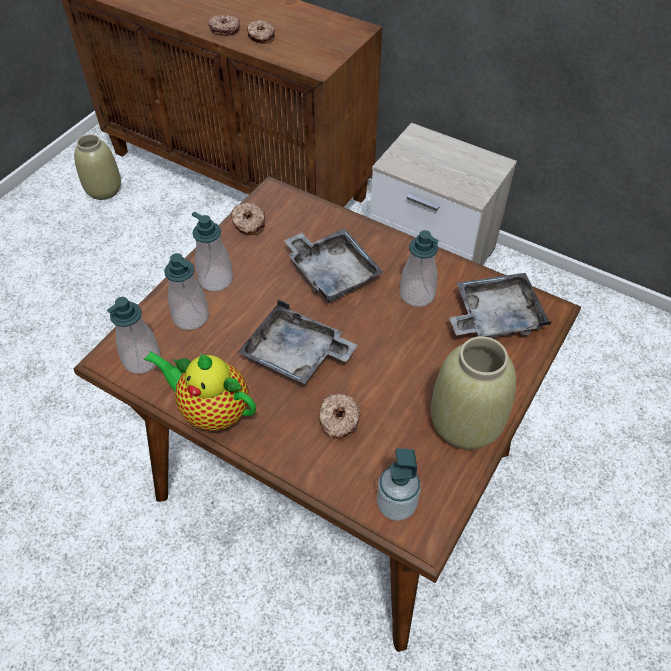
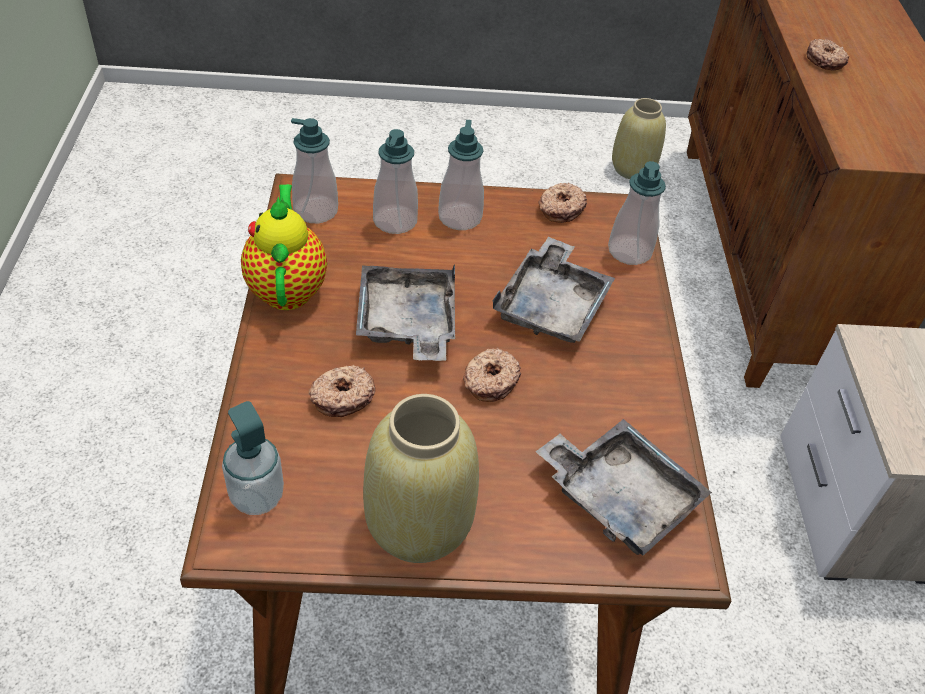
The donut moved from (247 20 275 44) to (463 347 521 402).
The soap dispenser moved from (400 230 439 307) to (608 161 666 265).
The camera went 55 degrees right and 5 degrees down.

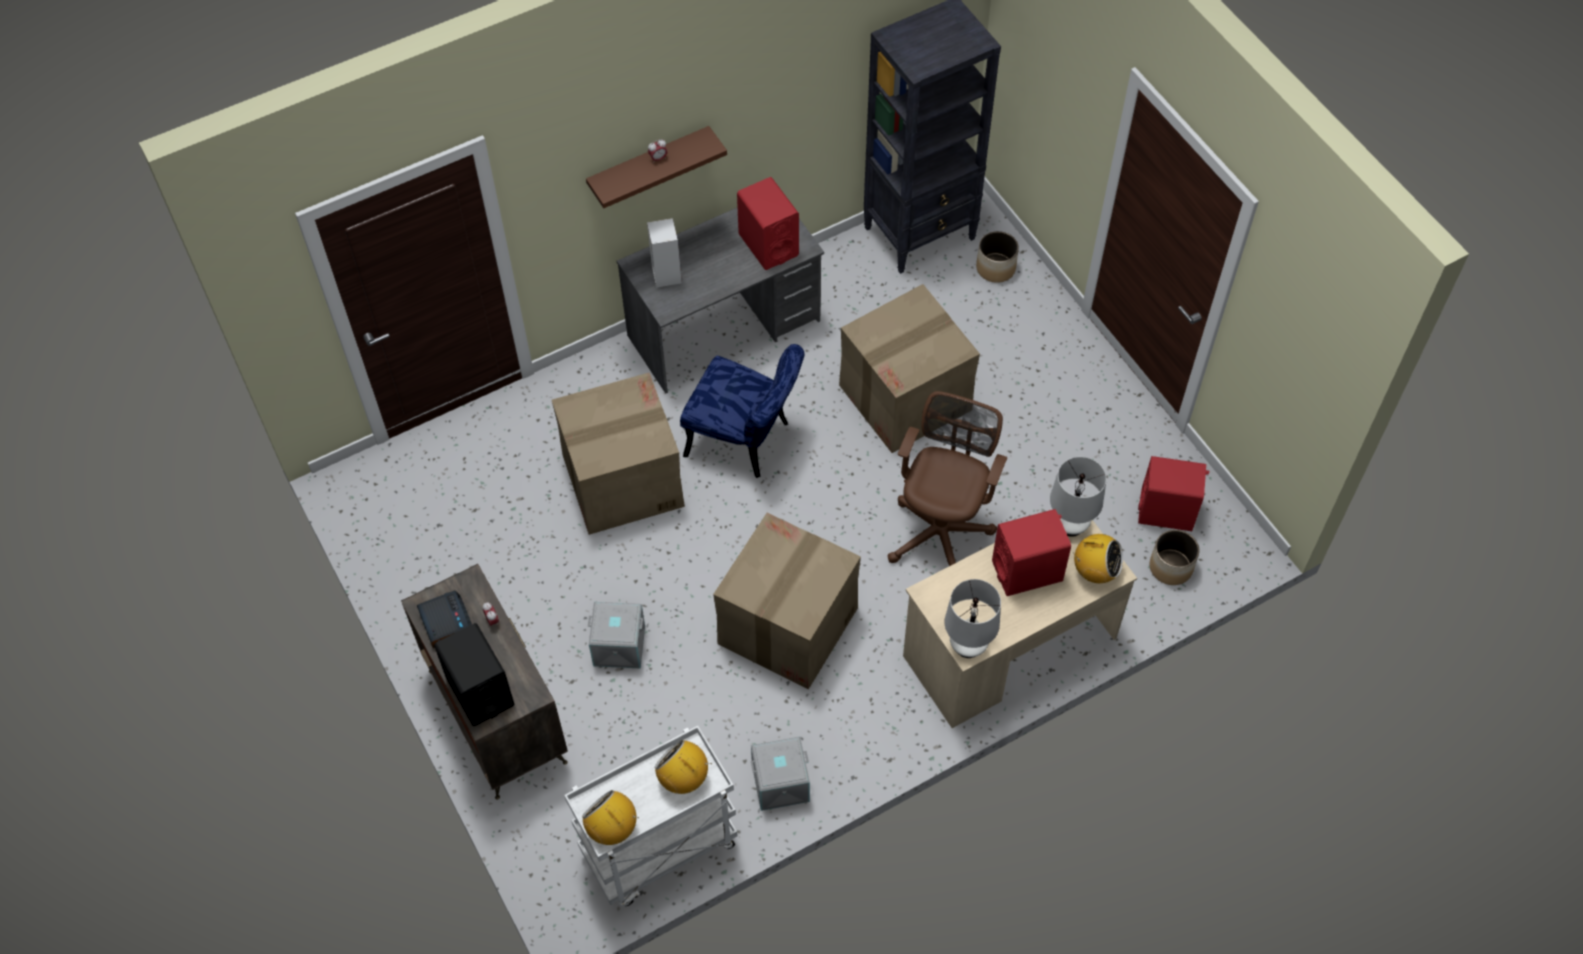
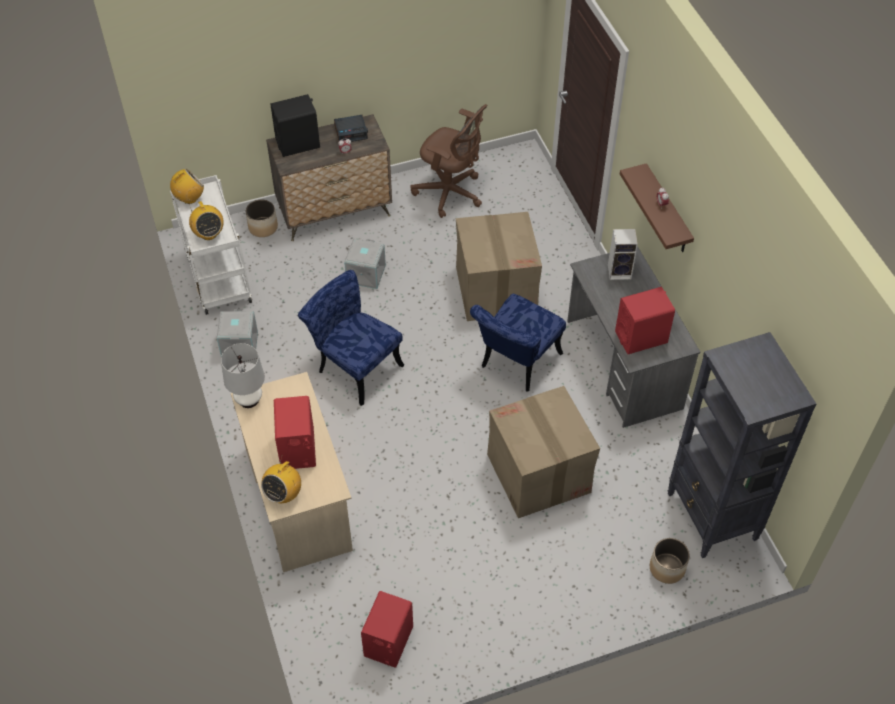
The radio at (655 740 712 794) turned 105 degrees clockwise.
The planter moved from (1150 530 1199 585) to (246 199 278 237).
The cardboard box at (713 513 861 690) was replaced by the blue chair at (298 270 404 406).
The brown office chair moved from (887 391 1007 566) to (411 104 487 218).
The white table lamp at (1050 457 1106 537) disappeared.
The camera went 100 degrees right and 5 degrees down.

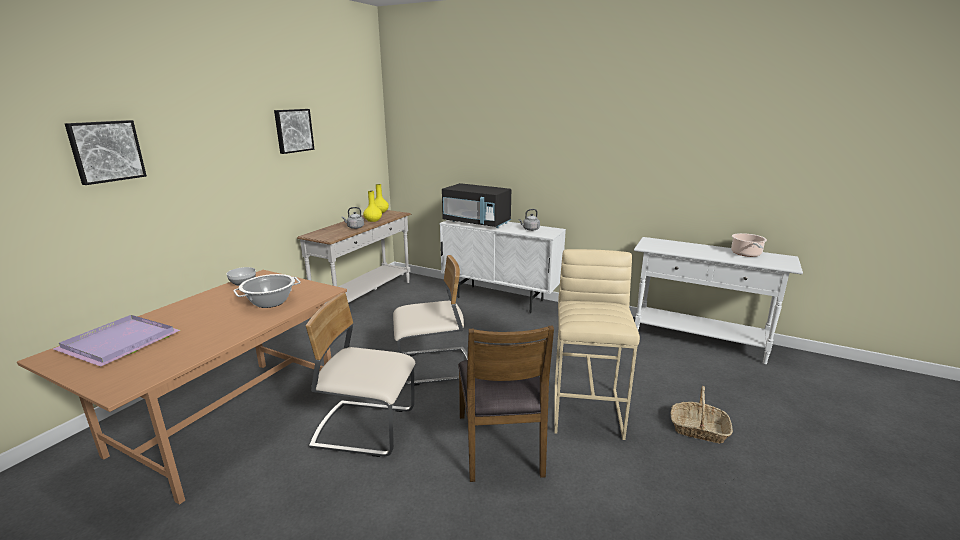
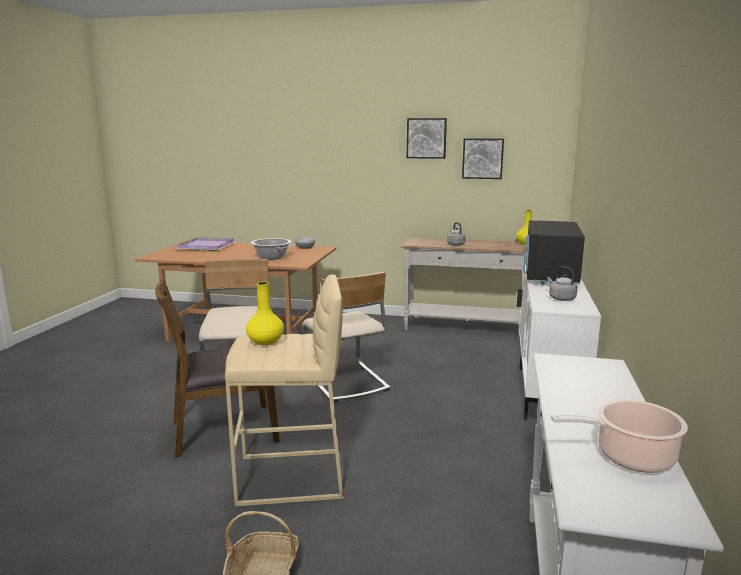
The yellow vase moved from (363 191 382 222) to (246 282 284 345).
The picture moved from (65 120 147 185) to (462 138 504 179).
The camera went 75 degrees right and 5 degrees down.

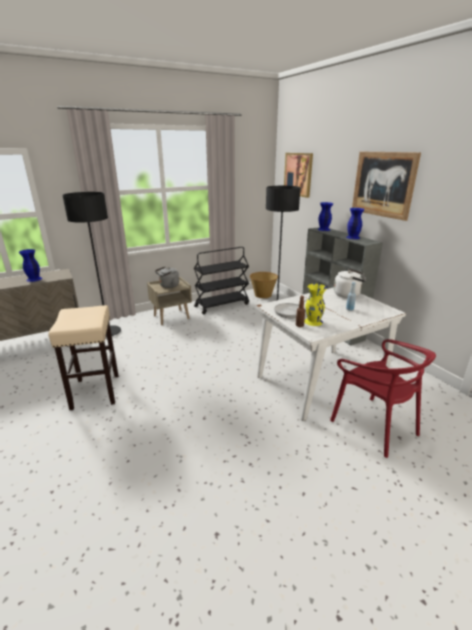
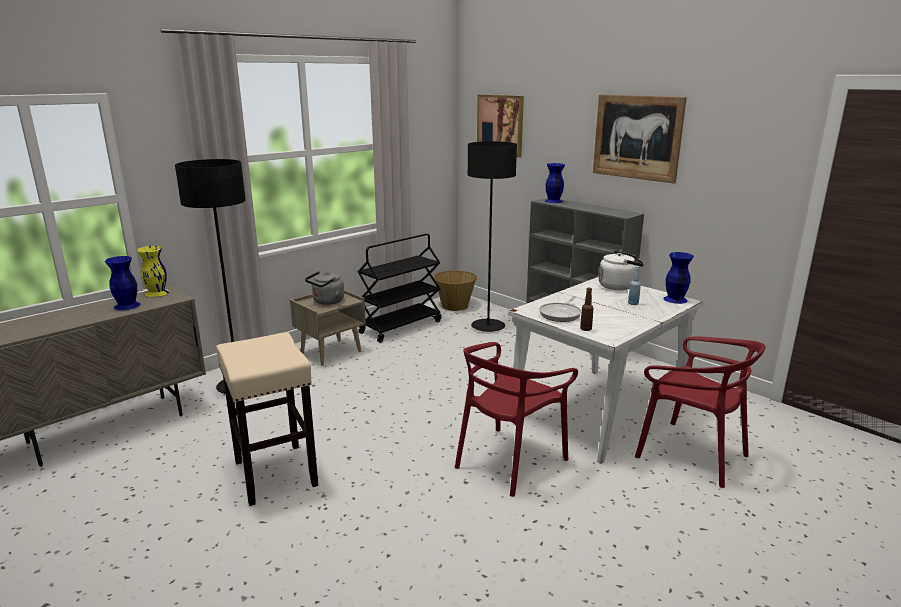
The yellow vase moved from (304 284 327 326) to (137 246 170 297).
The red chair at (455 342 578 497) appeared.
The blue vase moved from (346 208 365 239) to (663 252 694 304).
The camera went 15 degrees left and 5 degrees down.

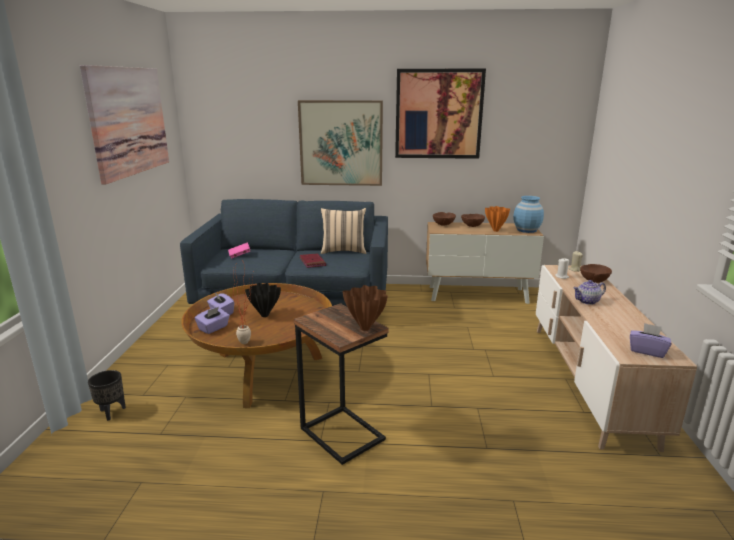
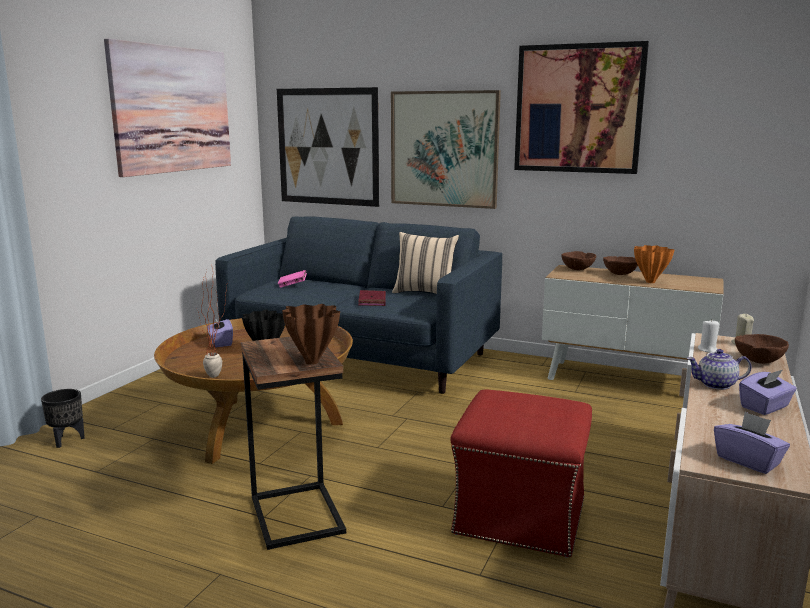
The picture at (277 87 379 207) appeared.
The red ottoman at (450 389 592 558) appeared.
The purple tissue box moved from (195 307 230 334) to (739 370 797 415).
The blue vase at (513 196 544 233) disappeared.
The camera went 20 degrees right and 5 degrees down.

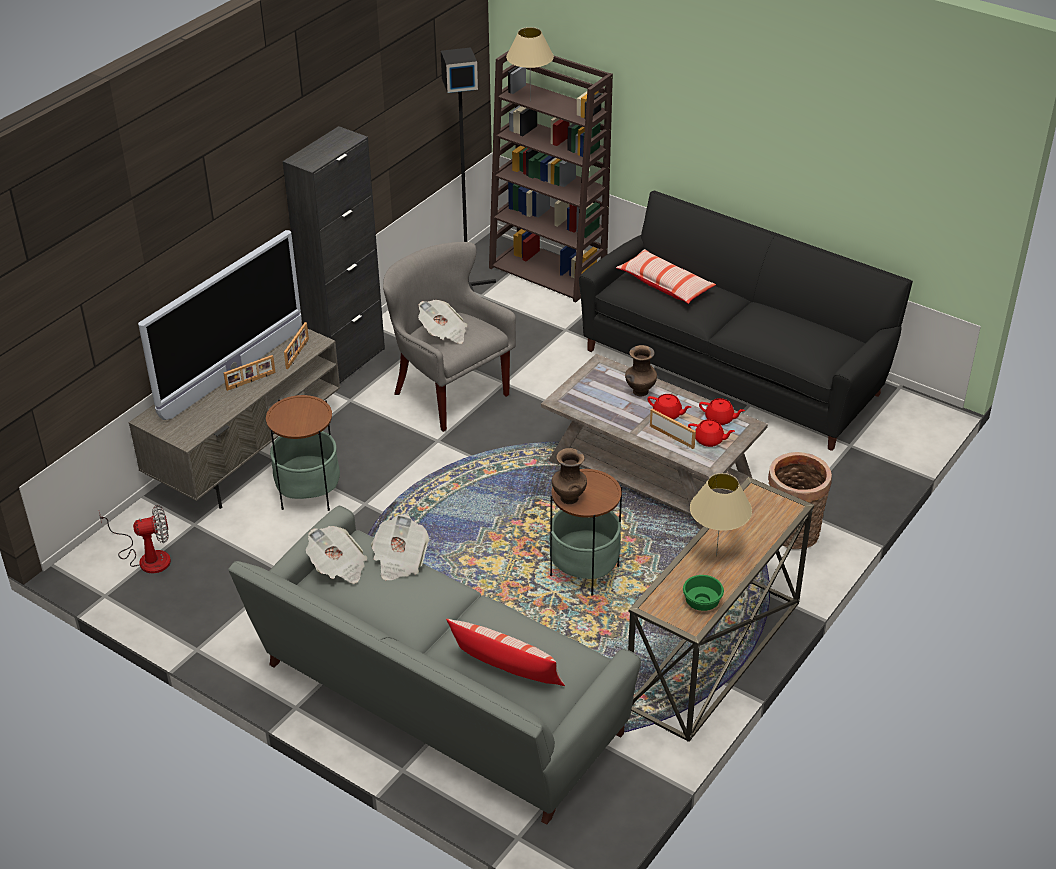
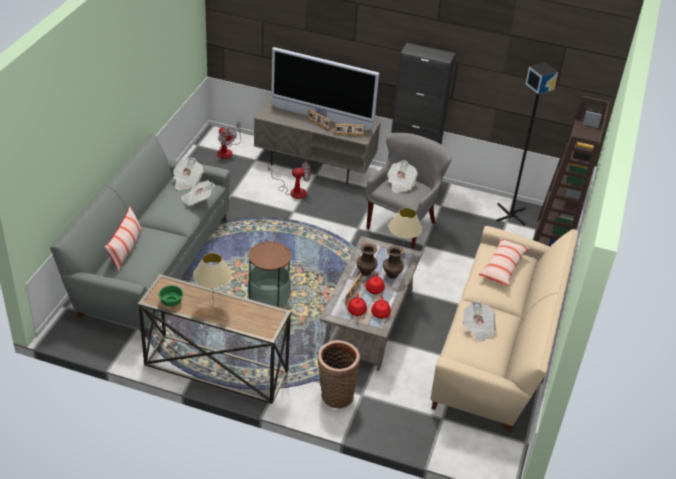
The side table at (266 395 340 511) was replaced by the fan at (268 162 311 199).
The brown vase moved from (552 448 587 504) to (357 243 378 276).
The beige table lamp moved from (506 27 554 102) to (389 208 422 249).
The black sofa at (579 191 913 451) became the beige sofa at (431 226 579 432).
The newspaper at (463 301 496 343) appeared.
The camera went 70 degrees right and 0 degrees up.

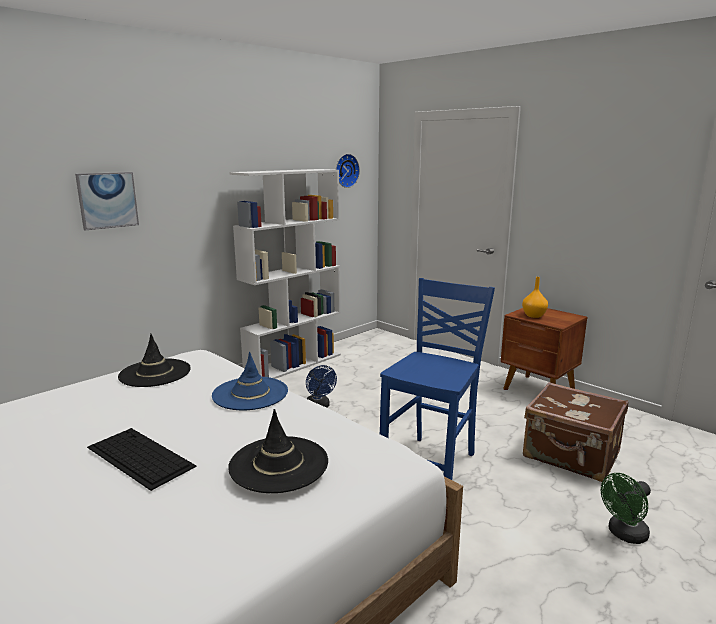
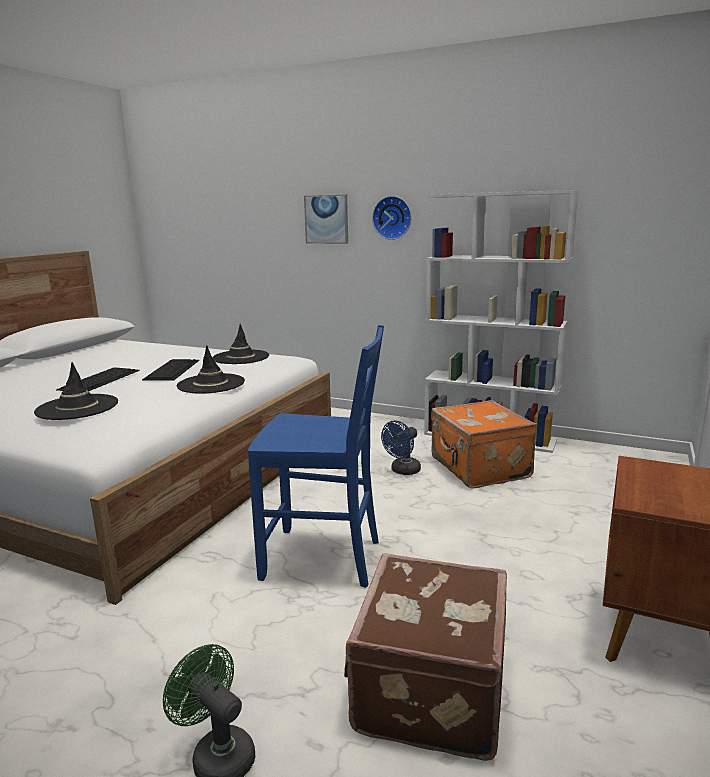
The keyboard at (142 359 199 380) appeared.
The blue hat at (212 352 288 410) became the black hat at (177 345 245 394).
The wall clock moved from (336 154 360 188) to (372 196 412 240).
The orange suitcase at (431 400 537 489) appeared.
The orange vase at (522 277 548 318) disappeared.
The camera went 70 degrees right and 0 degrees up.

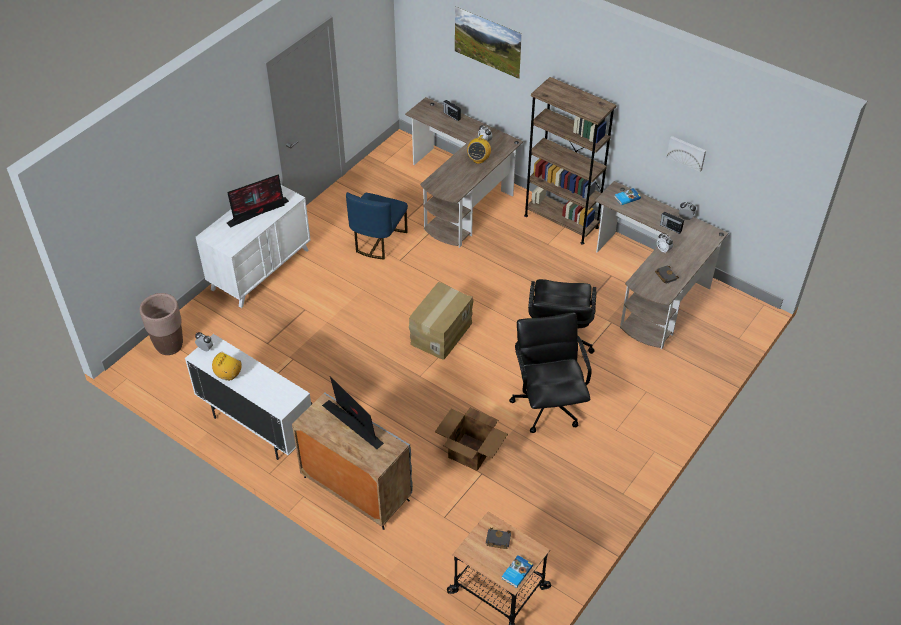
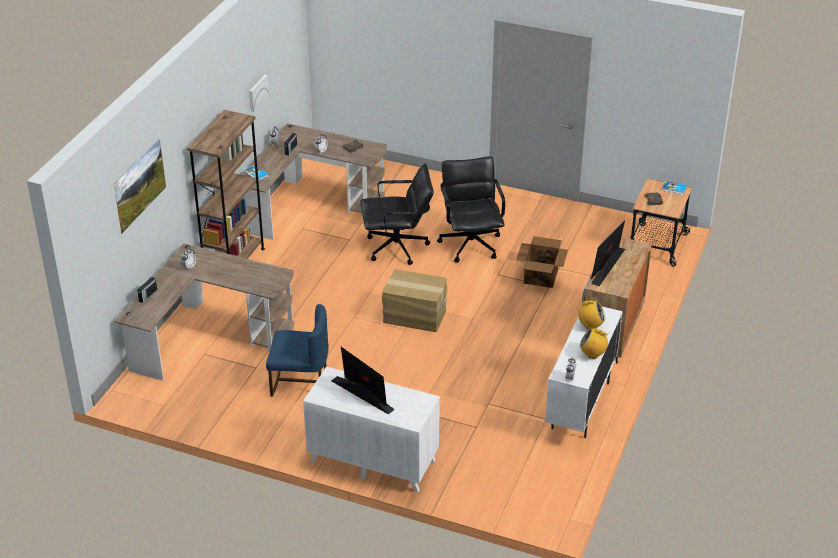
The black office chair at (509 313 592 433) turned 105 degrees clockwise.
The radio moved from (467 135 491 164) to (578 300 605 330).
The brown planter at (140 293 183 355) disappeared.
The camera went 105 degrees left and 10 degrees down.

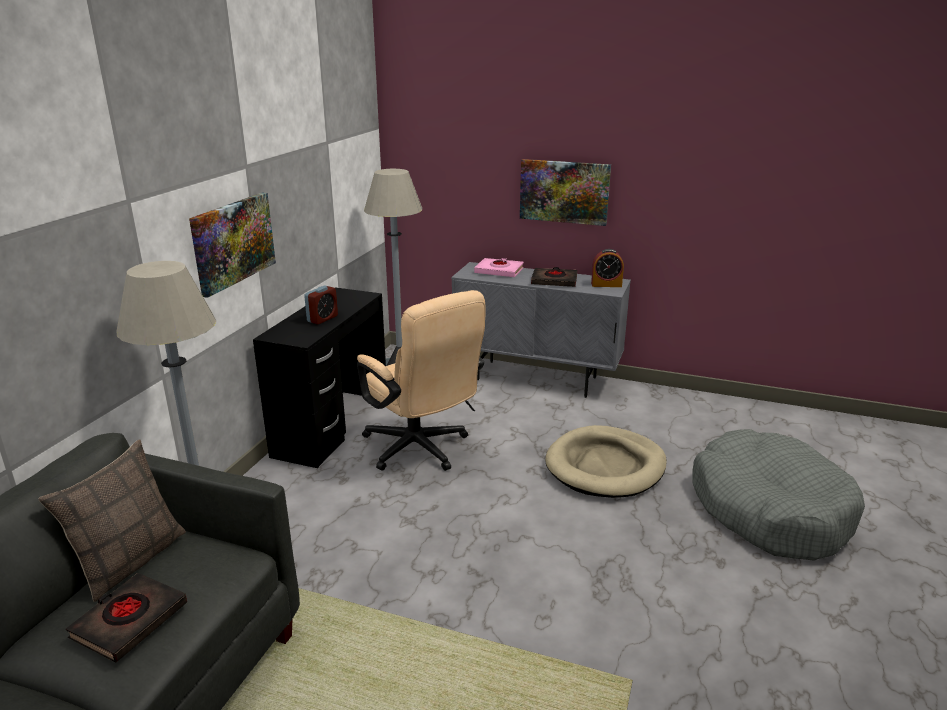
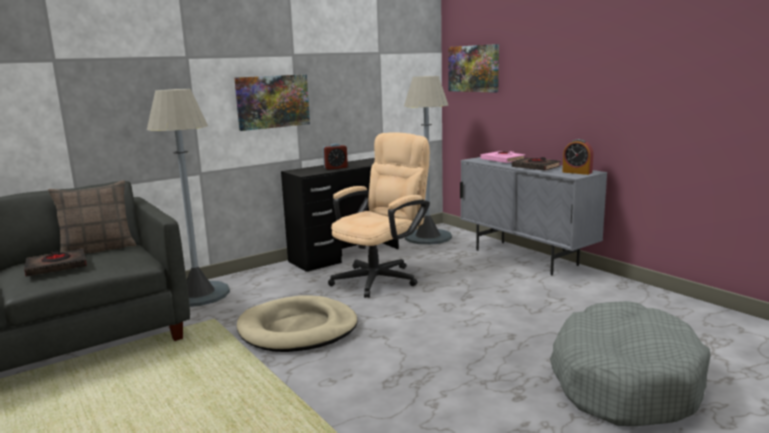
The beige dog bed moved from (545 425 667 498) to (237 296 358 352).
The beige office chair at (357 290 486 471) turned 135 degrees counterclockwise.
The picture moved from (520 159 611 226) to (448 44 499 93).
The camera went 35 degrees right and 10 degrees down.

